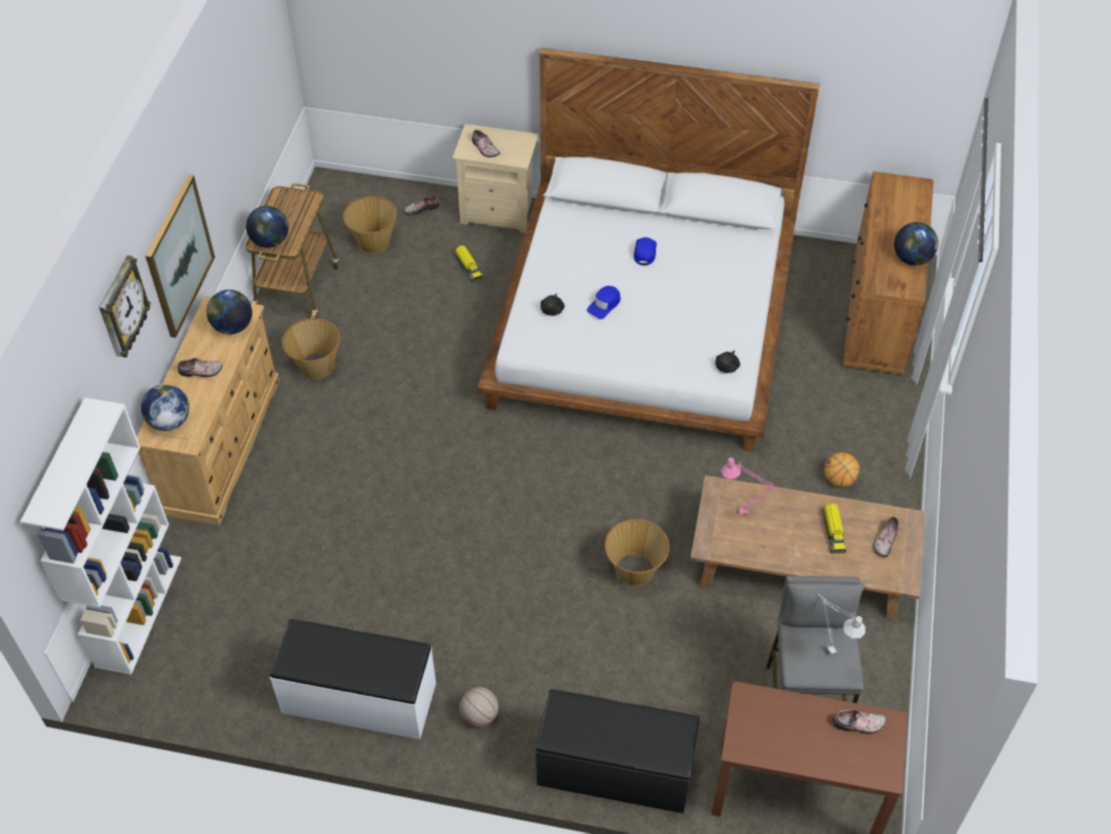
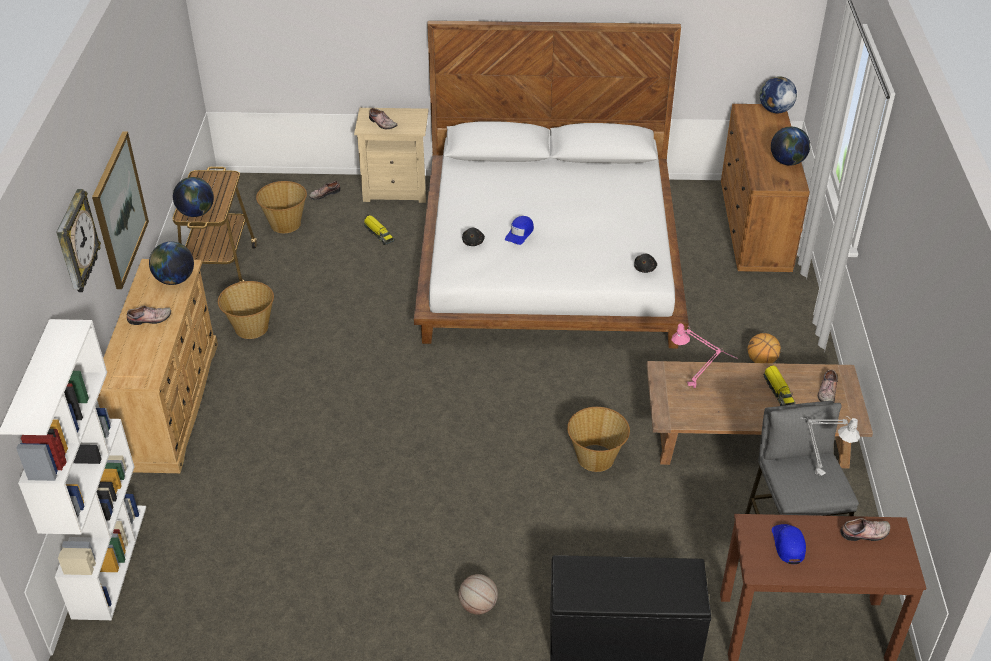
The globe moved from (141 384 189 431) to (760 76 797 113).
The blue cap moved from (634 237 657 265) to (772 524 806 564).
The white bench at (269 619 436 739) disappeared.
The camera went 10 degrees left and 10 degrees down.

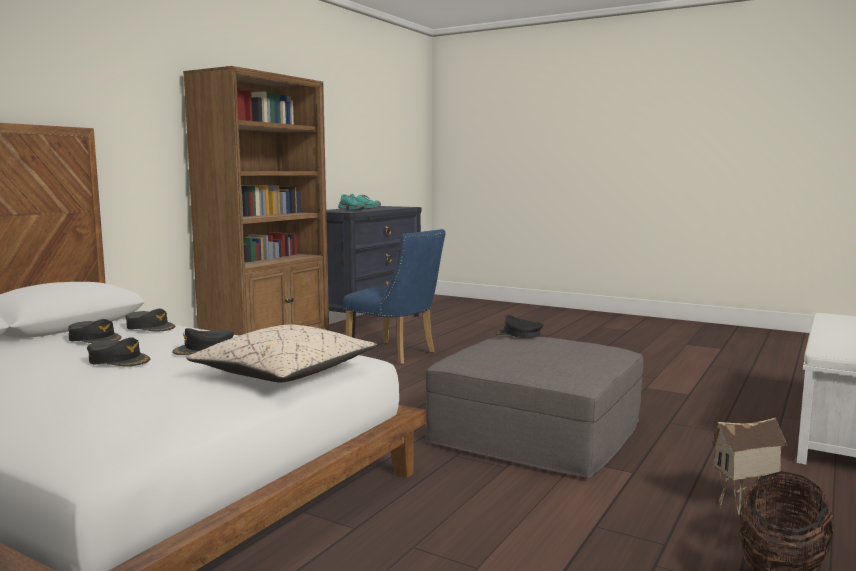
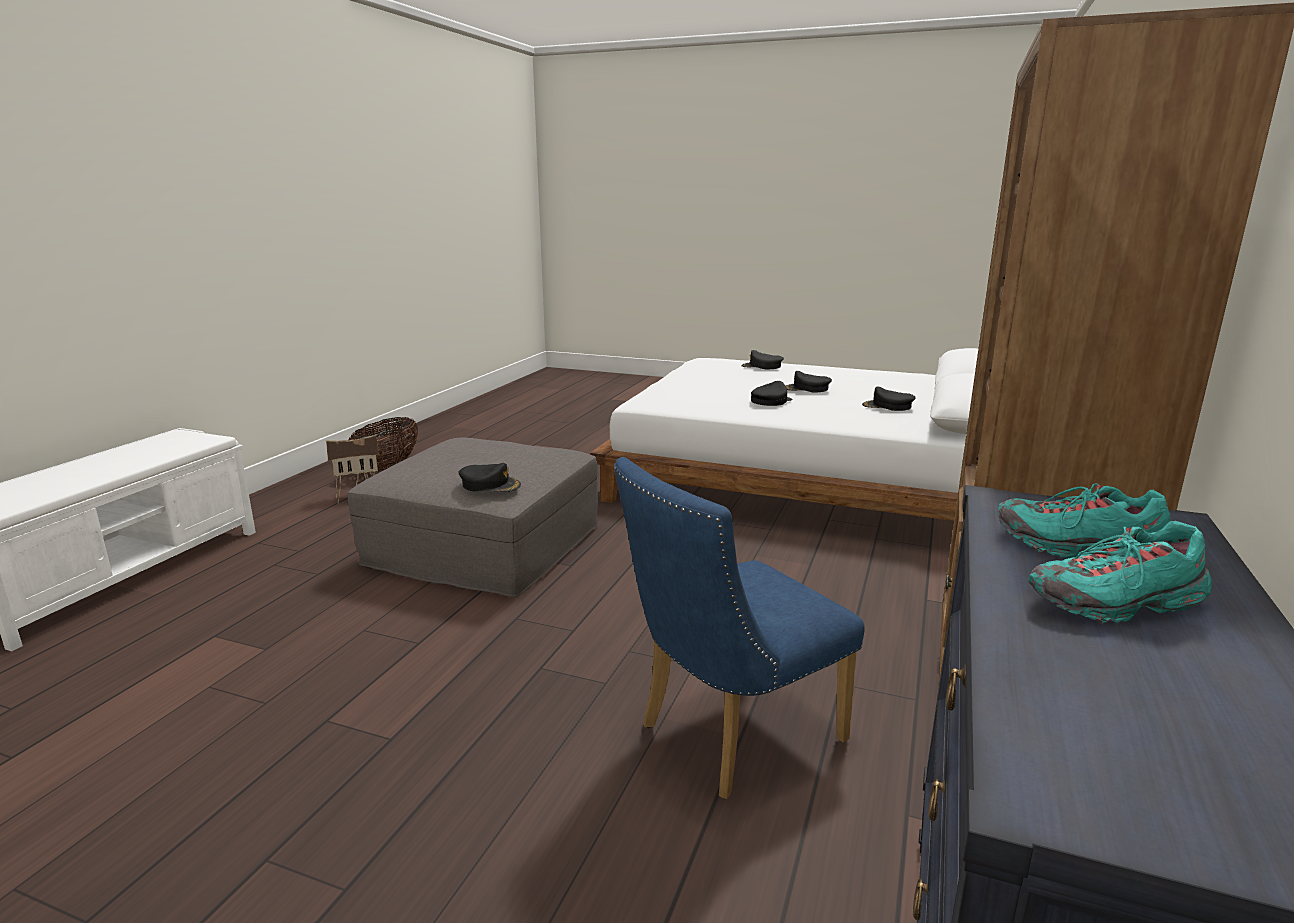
The blue chair at (343 229 446 365) turned 60 degrees counterclockwise.
The black cap moved from (125 309 175 331) to (741 350 784 369).
The beige pillow at (187 325 377 382) disappeared.
The camera went 170 degrees right and 10 degrees up.

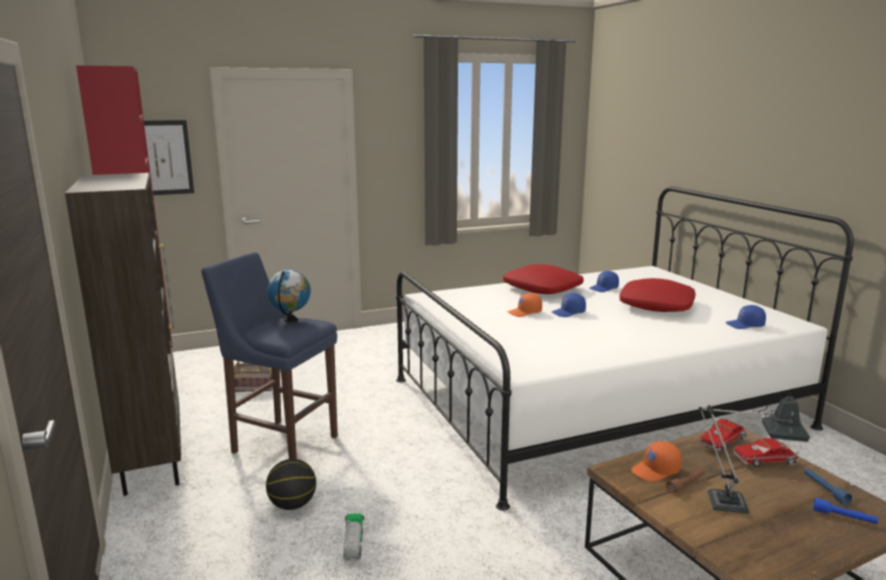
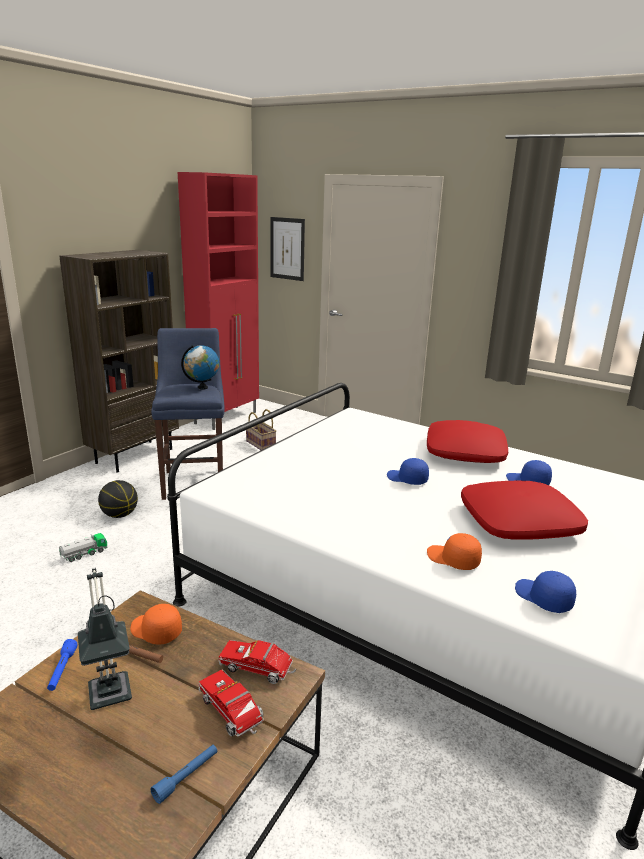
The blue flashlight moved from (813 498 878 524) to (47 639 78 691).
The orange cap moved from (508 293 542 317) to (427 533 482 570).
The camera went 55 degrees right and 5 degrees up.

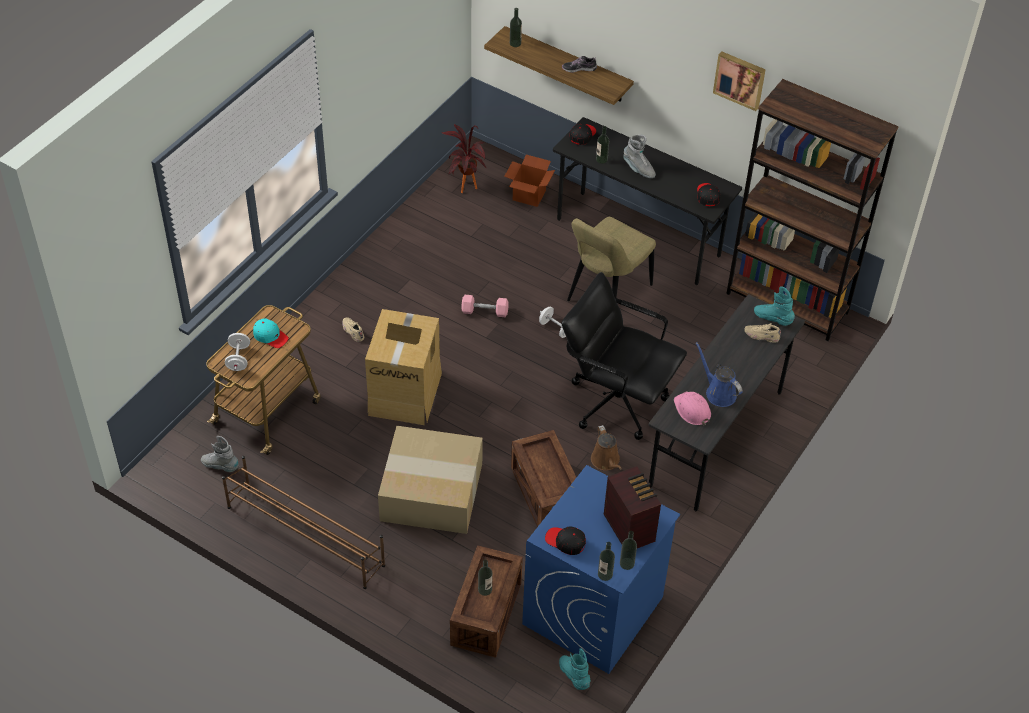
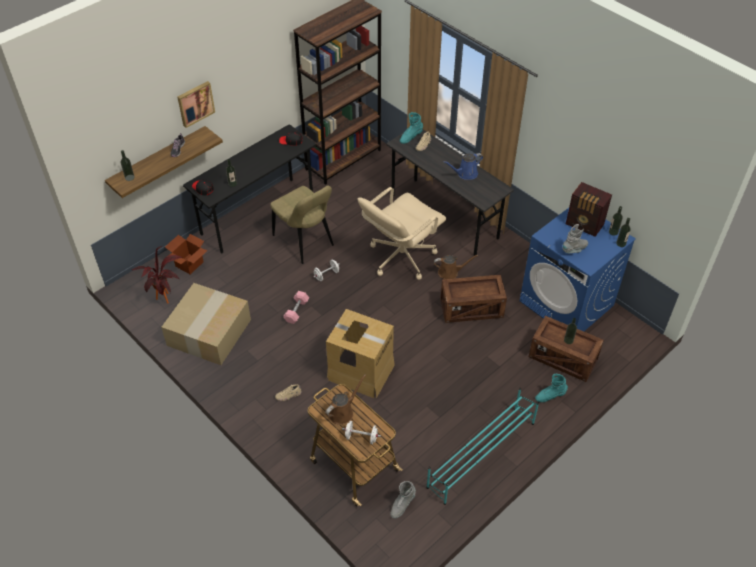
The cardboard box moved from (378 426 483 534) to (161 283 251 365).
The picture moved from (713 51 766 111) to (177 81 215 128).
The turquoise cap at (253 318 289 348) was replaced by the brown watering can at (325 375 366 425).
The black office chair at (562 272 687 440) became the beige office chair at (358 187 446 280).
The brown shoe rack at (222 456 385 589) became the turquoise shoe rack at (426 388 539 505).
The turquoise boot moved from (559 648 591 690) to (535 374 568 402).
The grey boot moved from (623 135 656 178) to (562 224 588 253).
The radio at (604 466 661 548) turned 135 degrees counterclockwise.
The black cap at (545 526 586 555) disappeared.
The pink hard hat at (674 391 711 426) disappeared.
The camera went 75 degrees left and 0 degrees up.

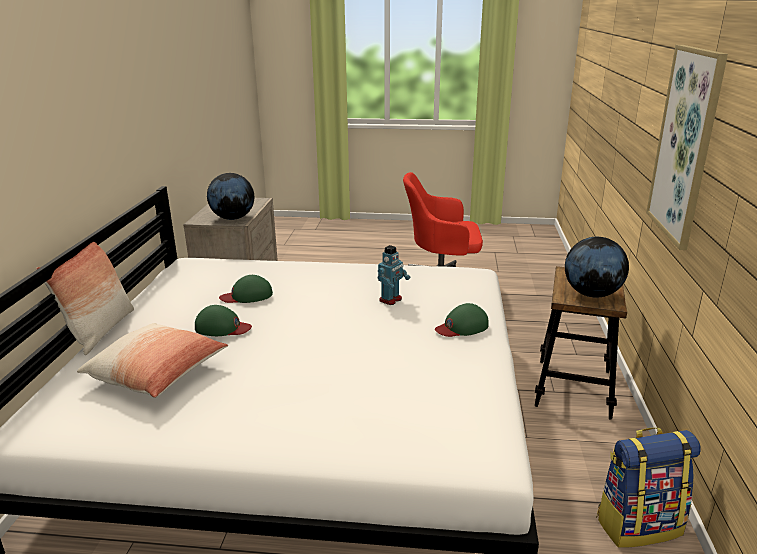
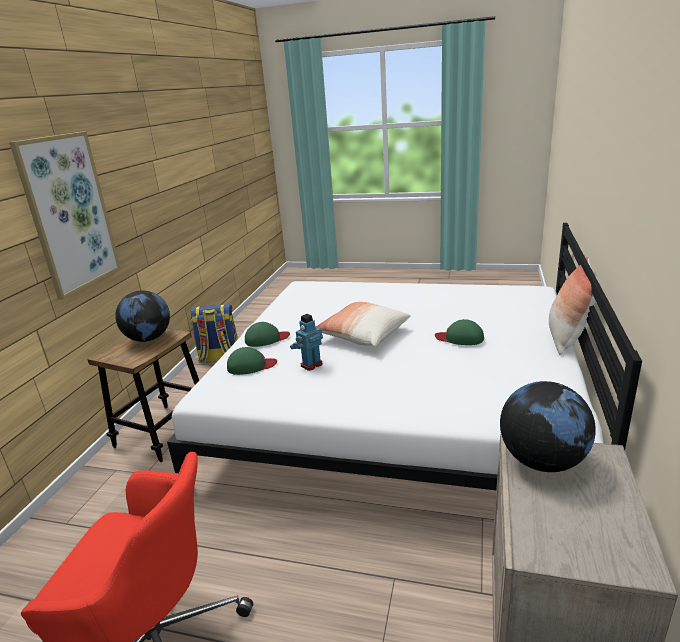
The green cap moved from (219 275 273 303) to (227 347 277 375).
The pillow moved from (77 323 228 398) to (316 302 410 347).
The camera went 170 degrees left and 0 degrees up.

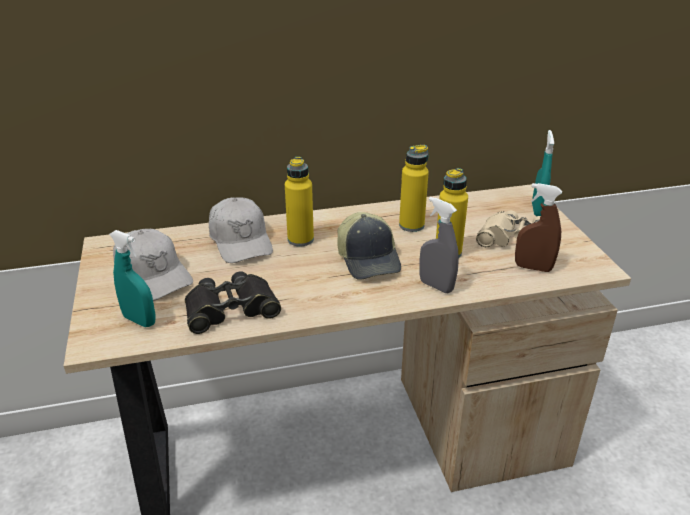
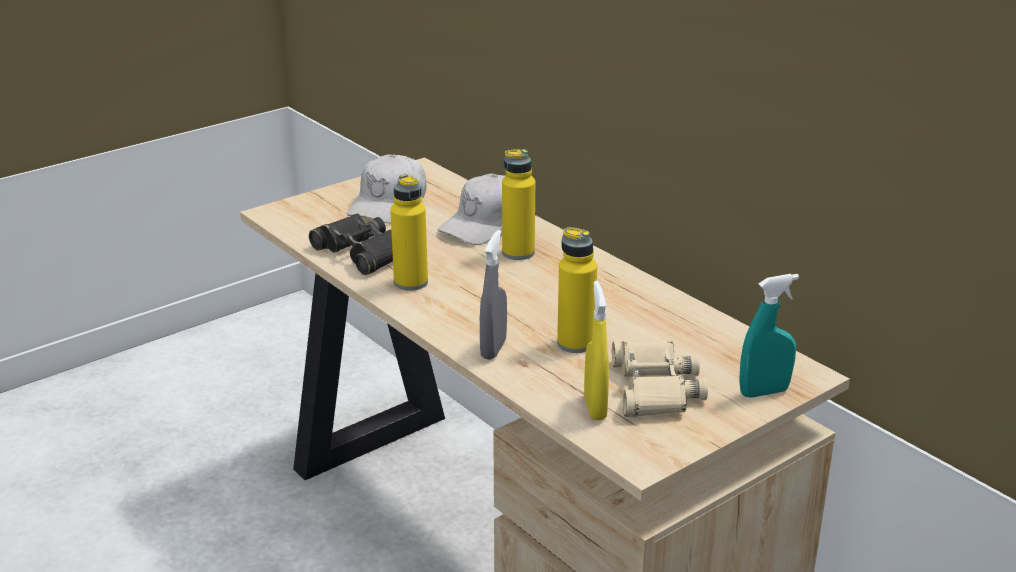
The yellow bottle moved from (399 145 429 232) to (390 174 428 291).
The brown spray bottle at (515 183 562 272) became the yellow spray bottle at (584 281 609 420).
The turquoise spray bottle at (109 230 156 327) disappeared.
The cap at (337 212 401 280) disappeared.
The camera went 65 degrees right and 5 degrees down.

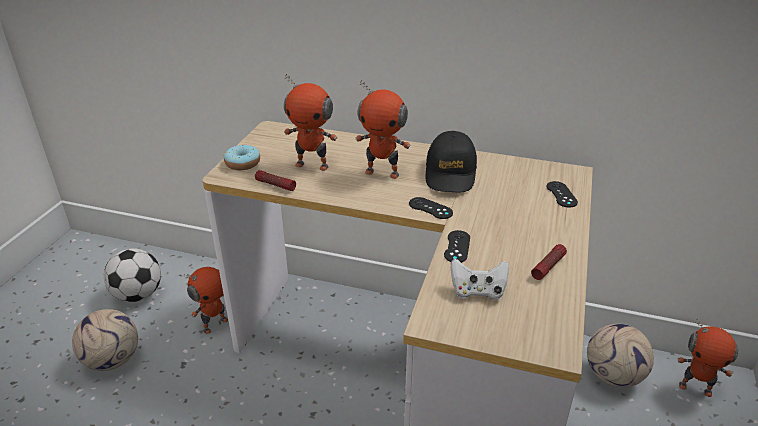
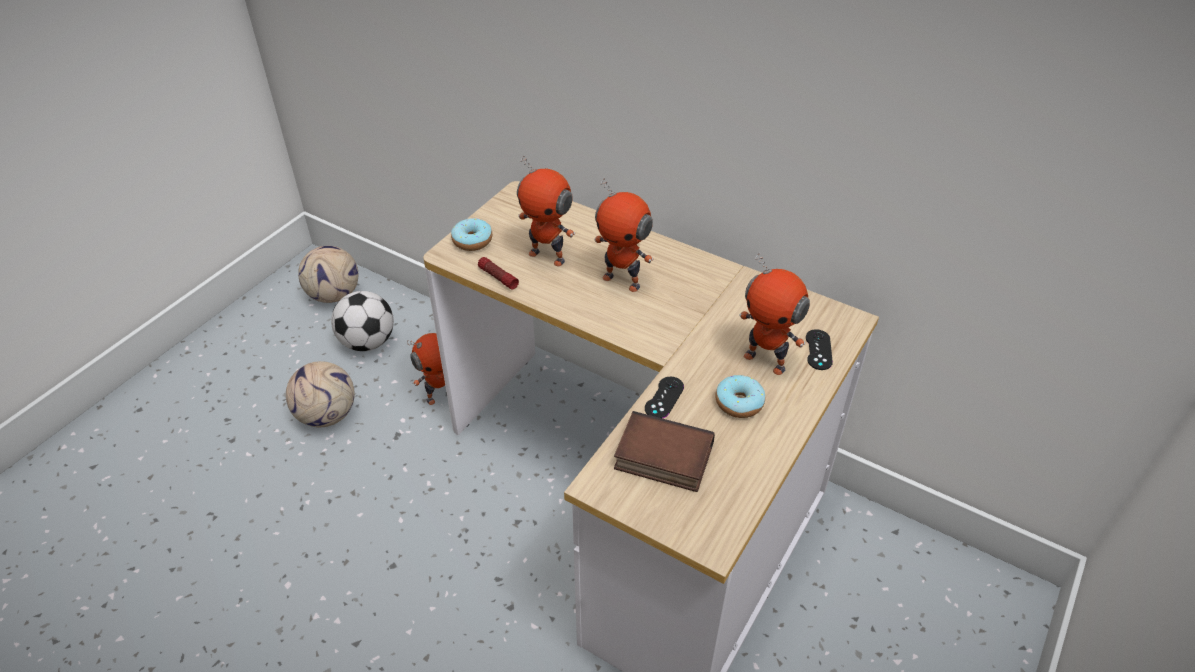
The football moved from (587 324 654 387) to (298 246 358 303).
The white game controller at (451 259 509 300) was replaced by the book at (614 411 715 492).
The donut at (715 375 765 418) appeared.
The toy robot moved from (677 318 738 397) to (739 253 810 375).
The black game controller at (409 197 453 219) disappeared.
The black cap at (426 131 477 192) disappeared.
The flashlight at (531 244 567 280) disappeared.
The camera went 15 degrees right and 10 degrees up.

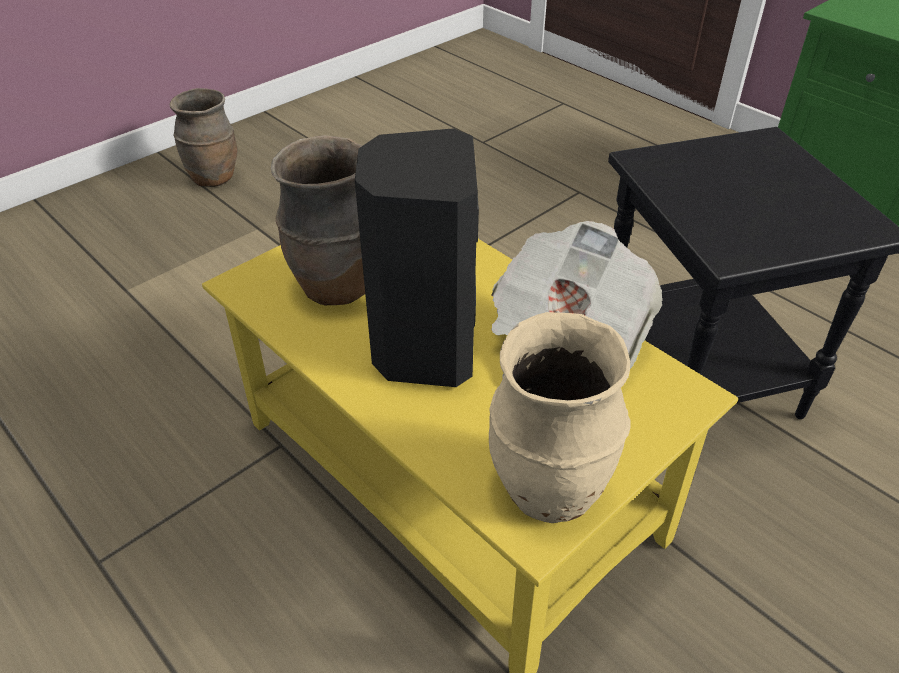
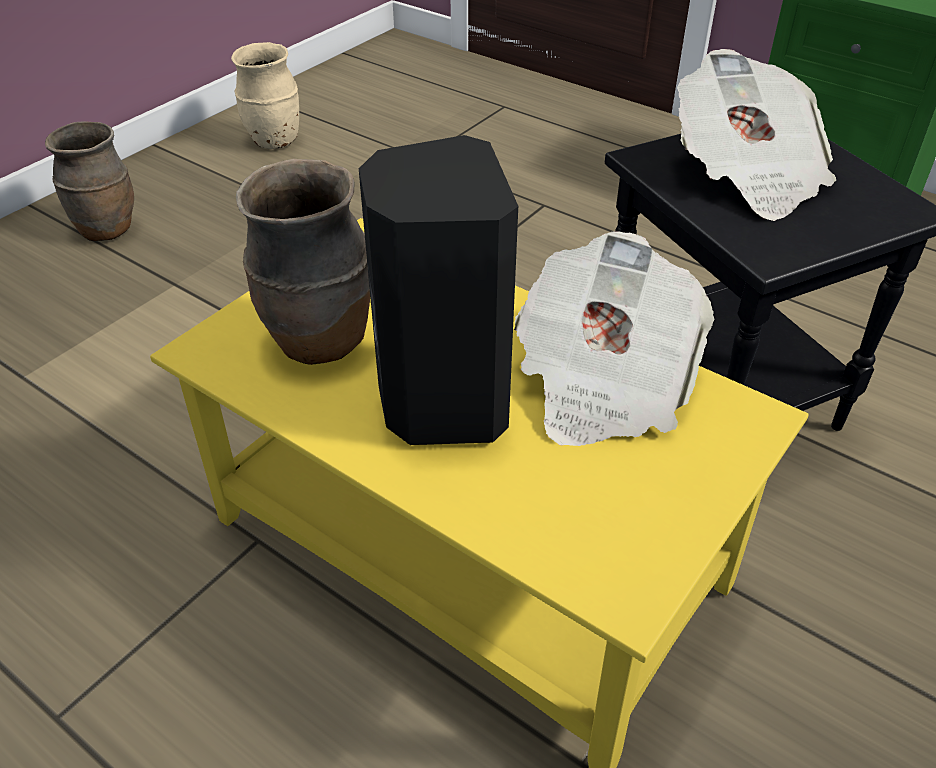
The beige vase moved from (489 312 630 523) to (231 42 299 149).
The newspaper at (677 49 836 221) appeared.
The camera went 10 degrees left and 0 degrees up.

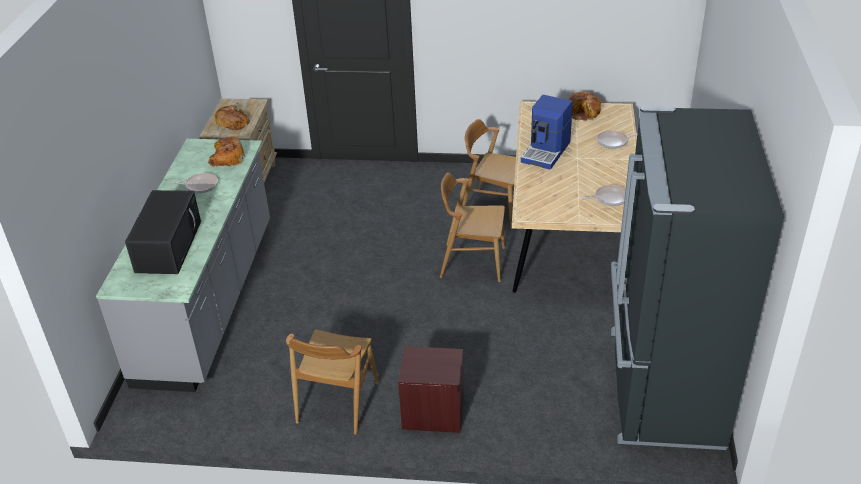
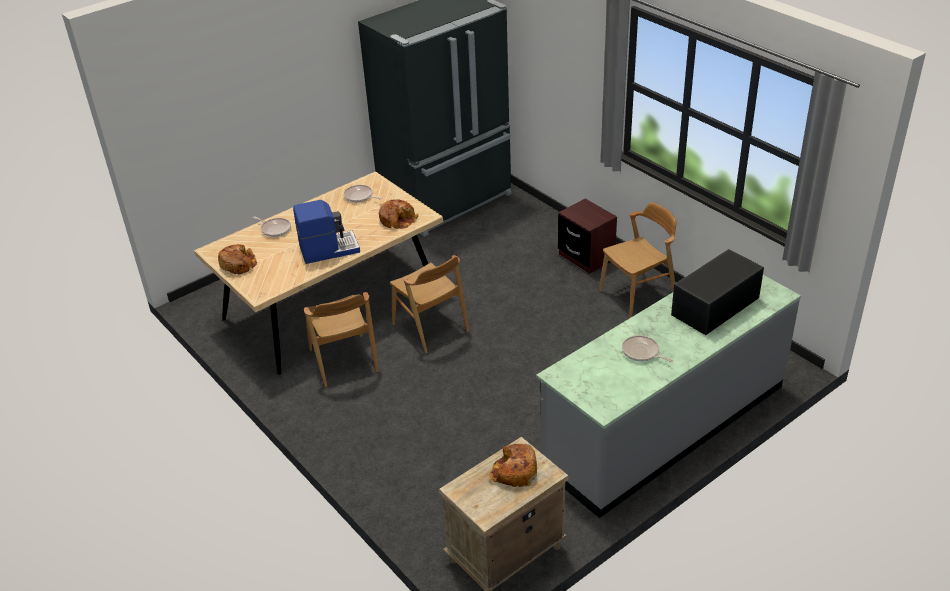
The bread moved from (208 136 245 166) to (379 200 418 229).
The camera went 135 degrees left and 0 degrees up.

